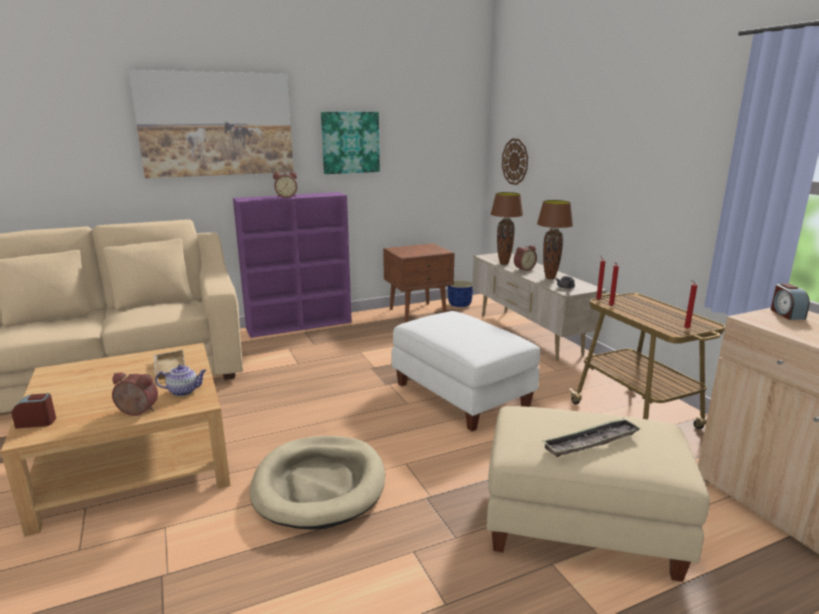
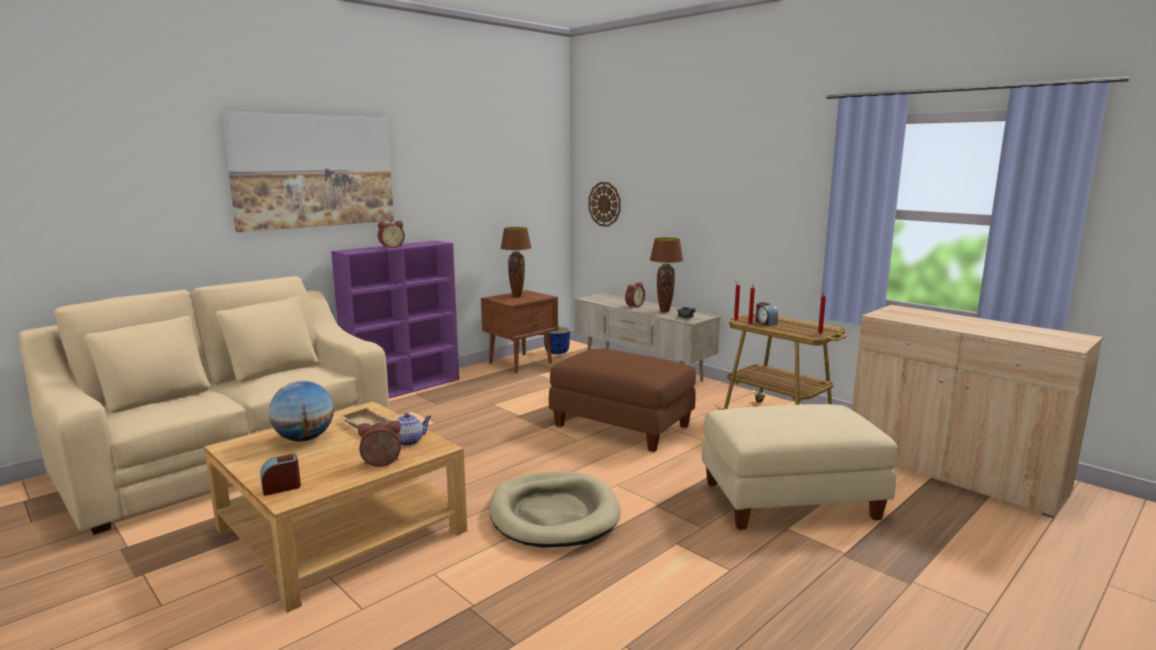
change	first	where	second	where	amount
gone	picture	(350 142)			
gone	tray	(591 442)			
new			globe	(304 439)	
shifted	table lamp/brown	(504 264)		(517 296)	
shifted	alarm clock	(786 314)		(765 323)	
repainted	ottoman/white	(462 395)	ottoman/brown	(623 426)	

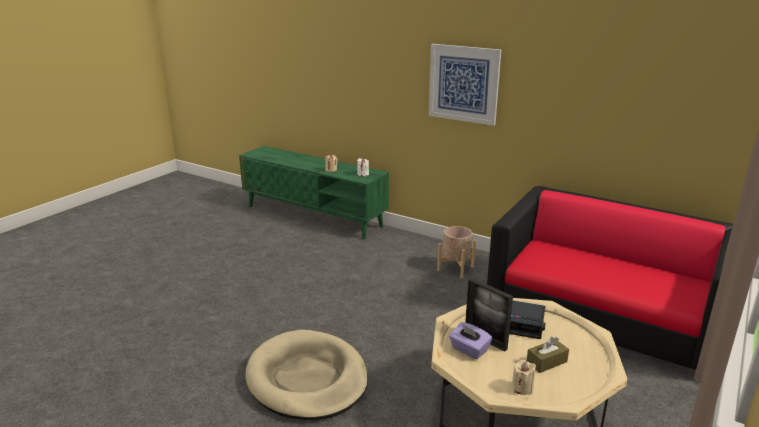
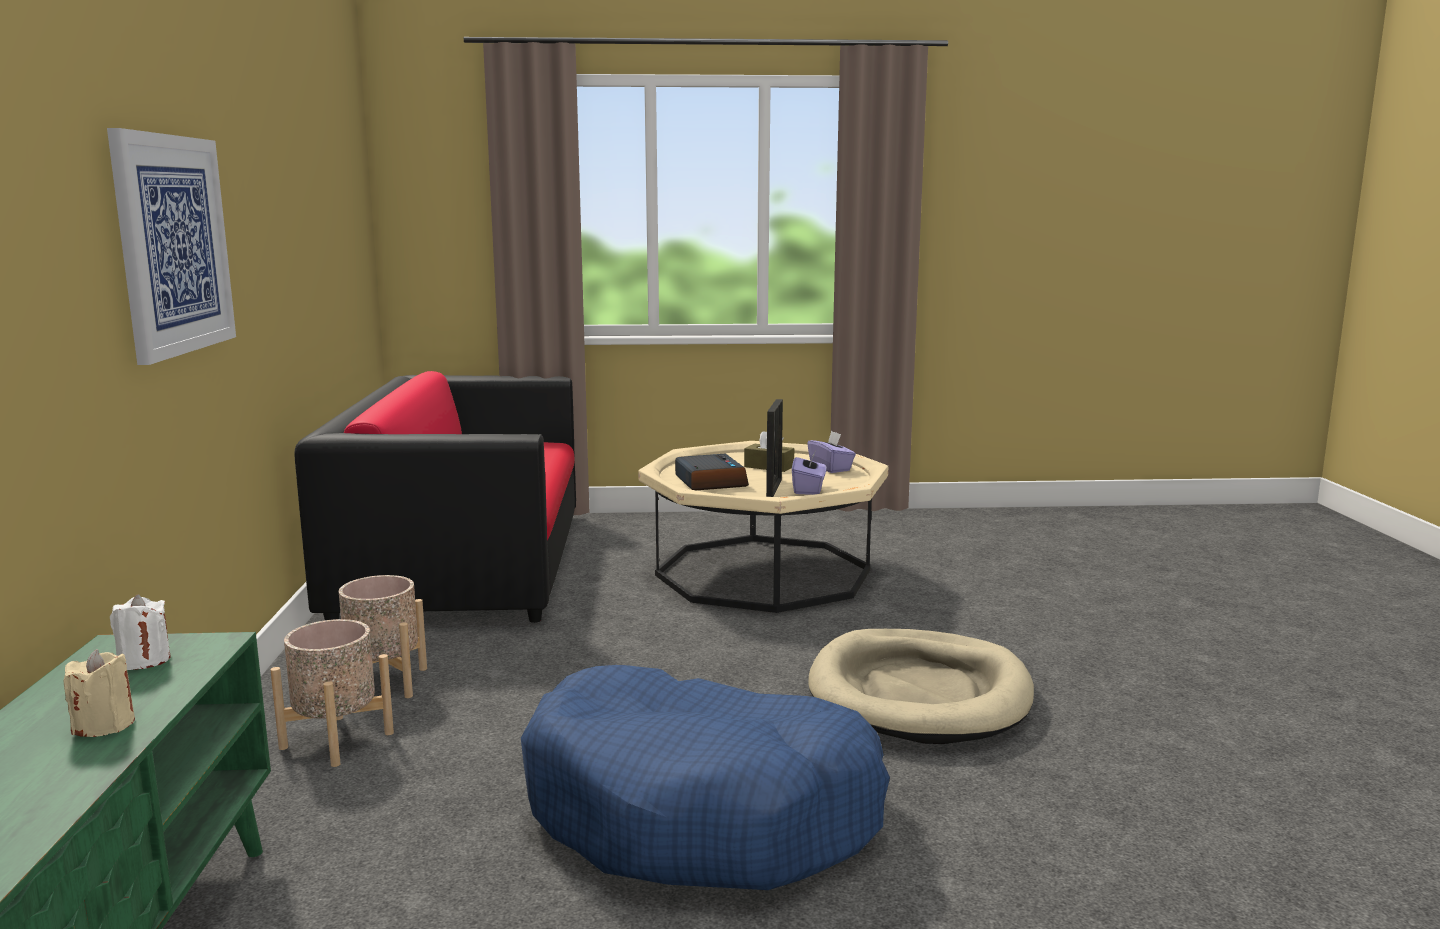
change	first	where	second	where	amount
new			planter/beige	(336 740)	
new			dog bed/blue	(702 812)	
swapped	candle/beige	(522 388)	tissue box/purple	(831 468)	

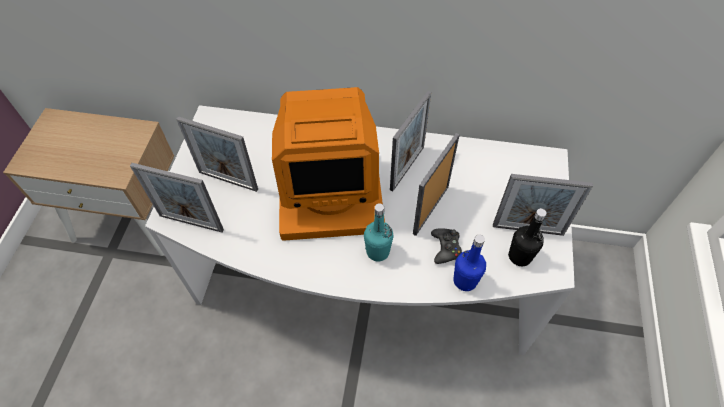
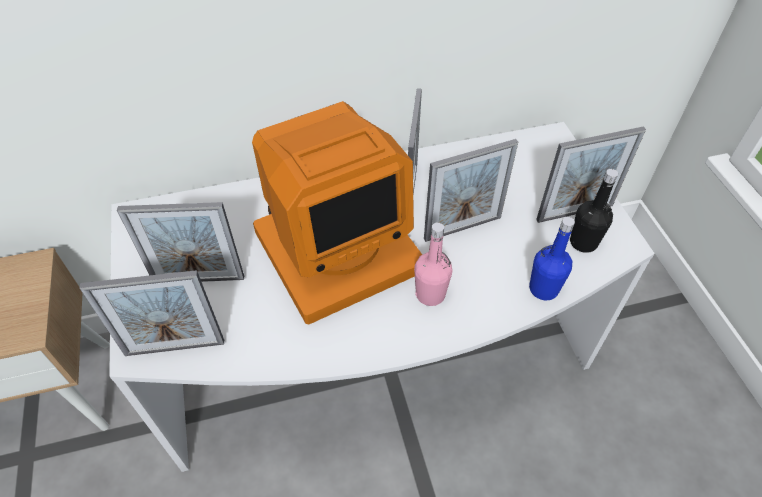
change	first	where	second	where	amount
gone	game controller/black	(446 248)			
repainted	bottle/turquoise	(378 251)	bottle/pink	(430 294)	
rotated	picture frame	(430 210)		(462 228)	120 degrees counterclockwise

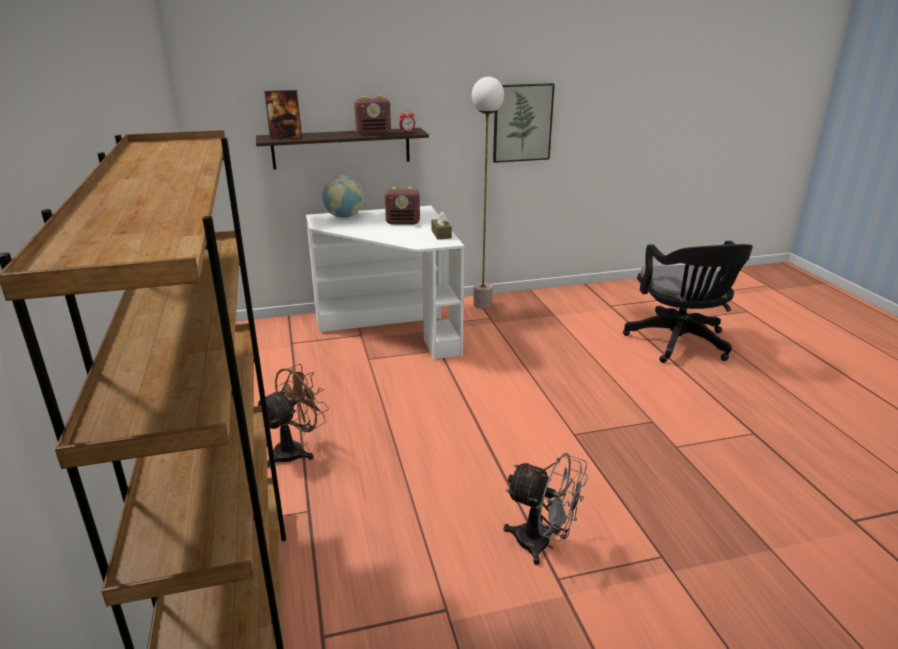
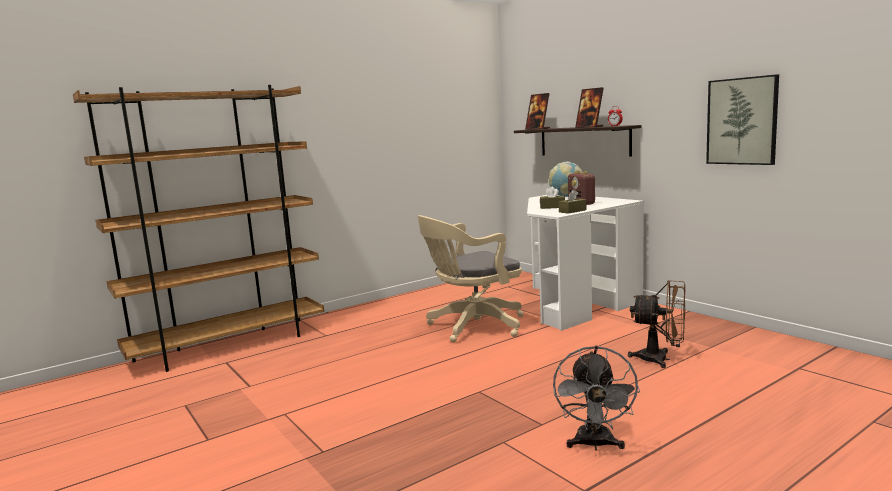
change	first	where	second	where	amount
gone	floor lamp	(482 304)			
gone	office chair/black	(680 344)			
new			office chair/beige	(472 327)	
new			tissue box/brown	(552 207)	
shifted	fan/brown	(295 450)		(661 359)	
shifted	fan/grey	(542 544)		(595 444)	
swapped	radio	(374 133)	picture frame	(589 127)	

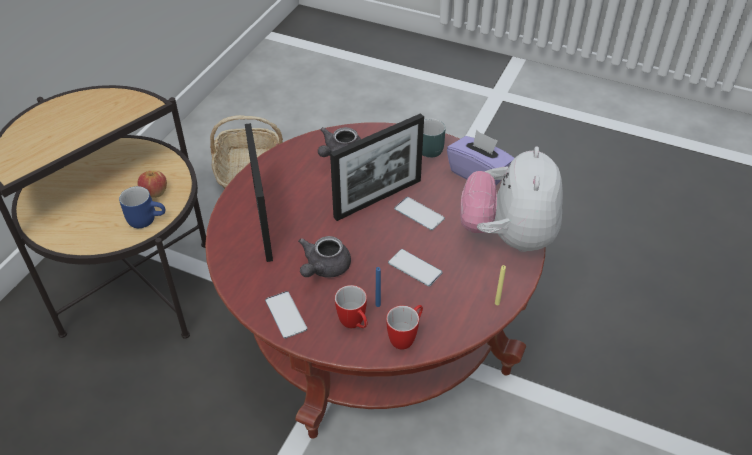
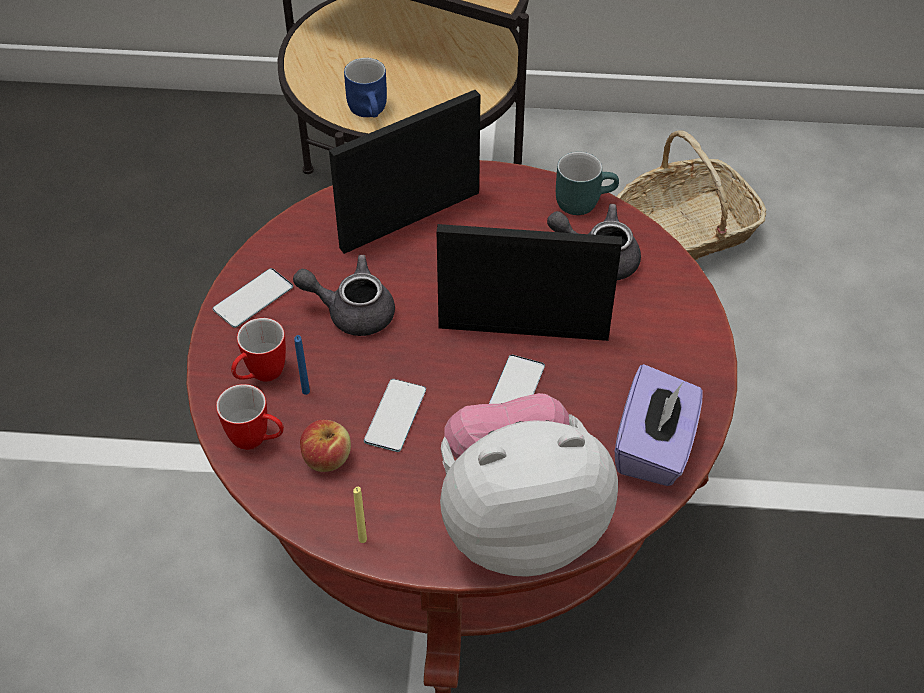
change	first	where	second	where	amount
shifted	apple	(154 192)		(327 458)	
shifted	mug/turquoise	(429 147)		(583 199)	
rotated	picture frame	(378 199)		(523 330)	150 degrees clockwise

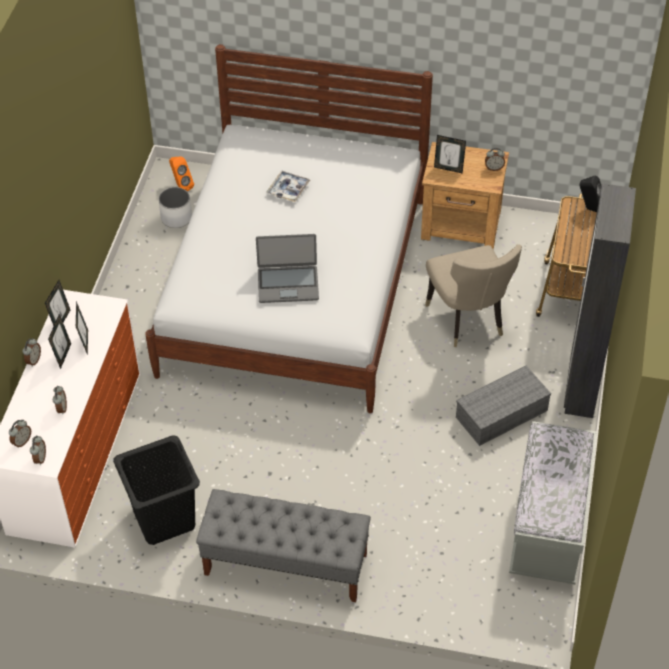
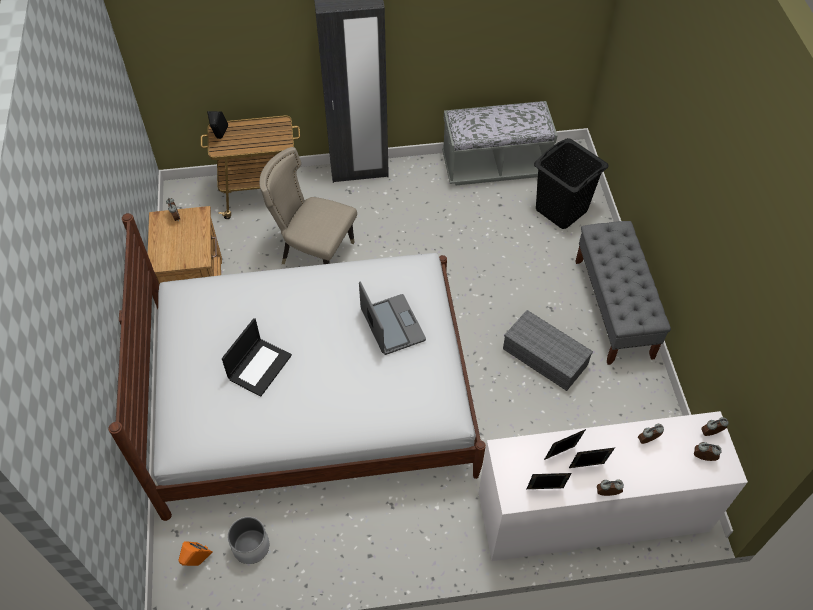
change	first	where	second	where	amount
gone	picture frame	(448 168)			
shifted	laundry basket/black	(163 518)		(561 210)	
shifted	storage box/grey	(501 415)		(546 357)	
swapped	tray	(288 189)	laptop	(259 366)	
rotated	chair/beige	(468 321)		(314 255)	120 degrees counterclockwise

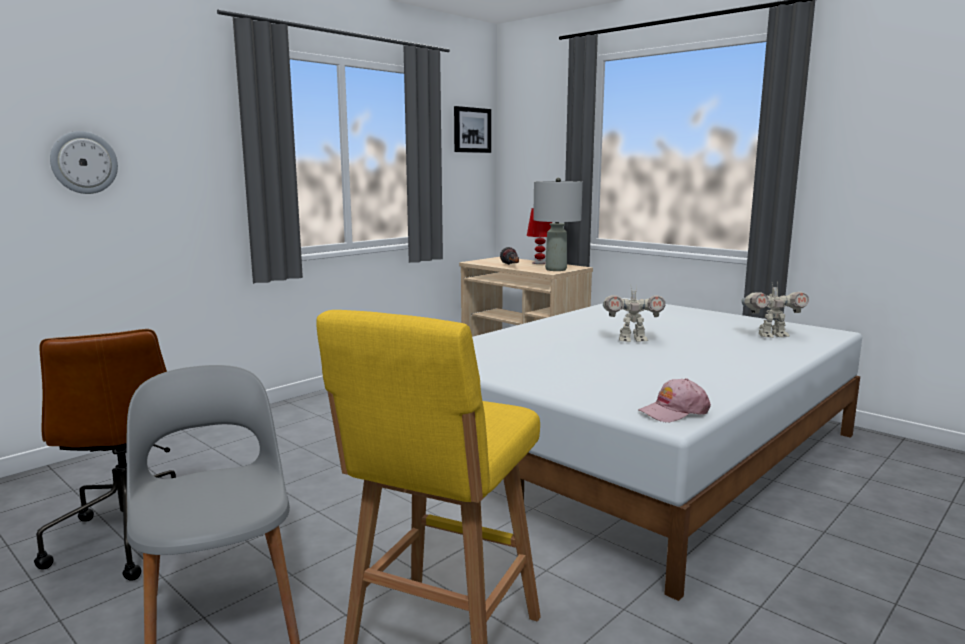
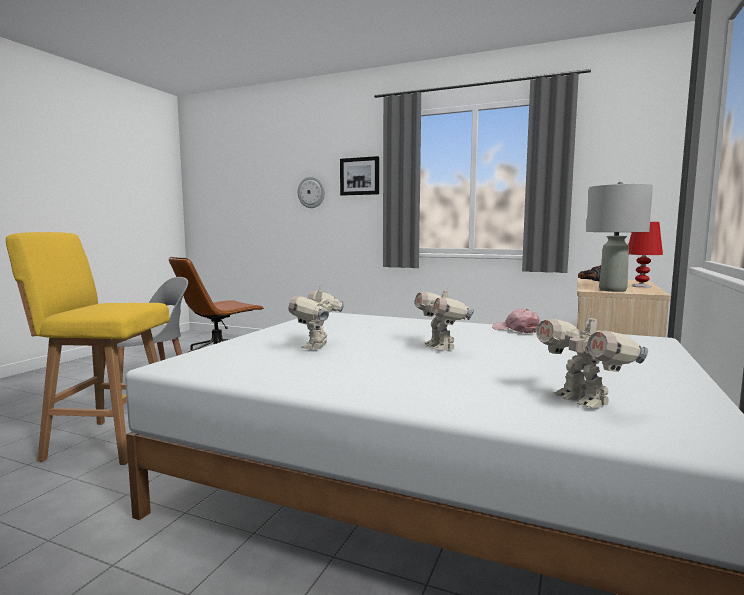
change	first	where	second	where	amount
new			toy robot	(317 347)	
shifted	picture	(471 130)		(360 176)	
shifted	cap/pink	(674 411)		(517 330)	

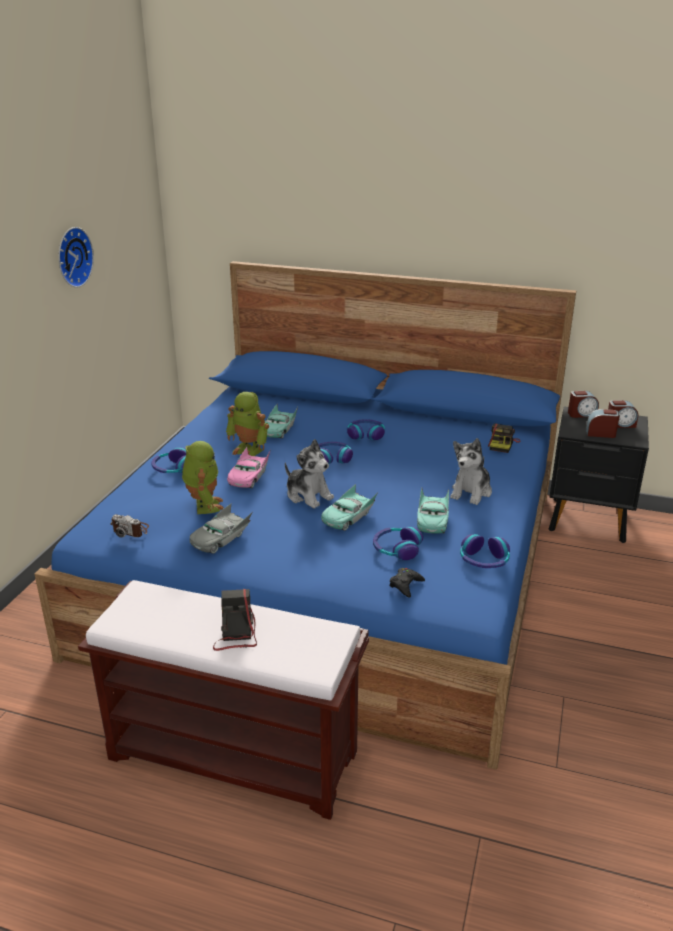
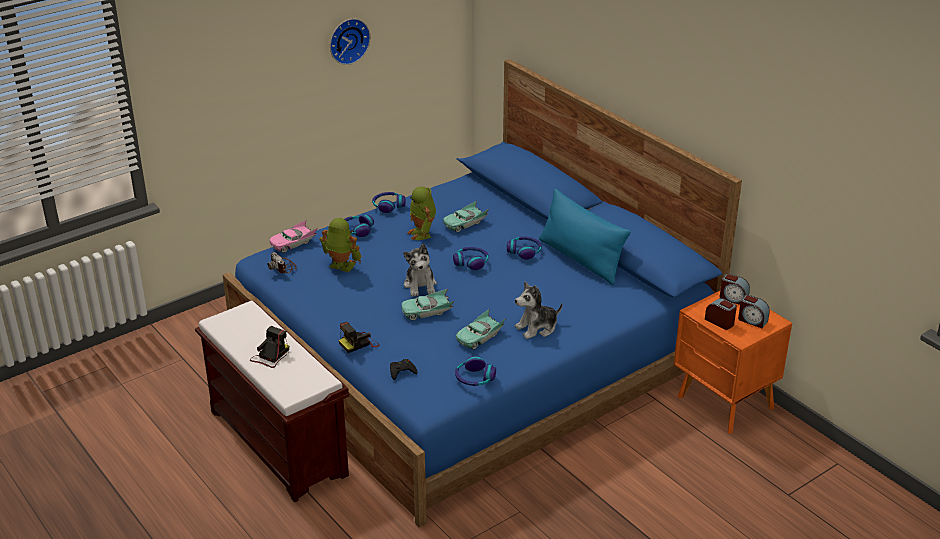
change	first	where	second	where	amount
gone	toy car/grey	(221 538)			
new			pillow/blue	(580 259)	
shifted	toy car/pink	(249 476)		(293 243)	
shifted	headphones	(396 549)		(388 206)	
shifted	photo camera	(502 444)		(359 343)	
repainted	nightstand/black	(589 521)	nightstand/orange	(725 403)	
rotated	toy robot	(204 506)		(341 266)	90 degrees counterclockwise

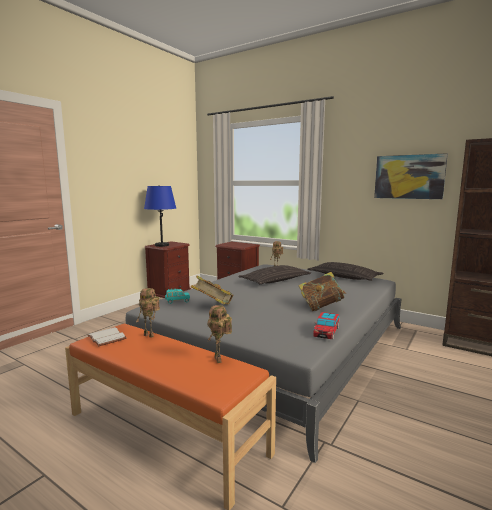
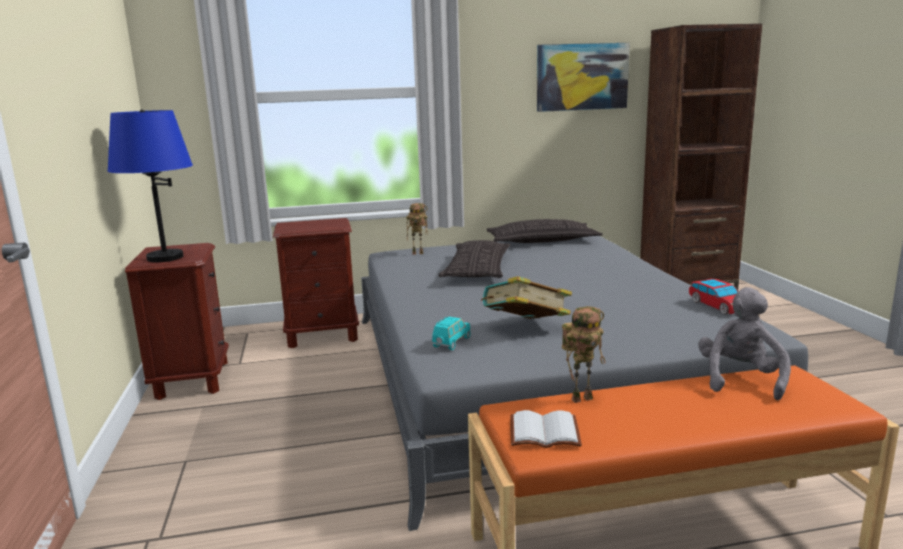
change	first	where	second	where	amount
gone	book	(321 307)			
swapped	toy robot	(219 360)	plush toy/grey	(740 379)	

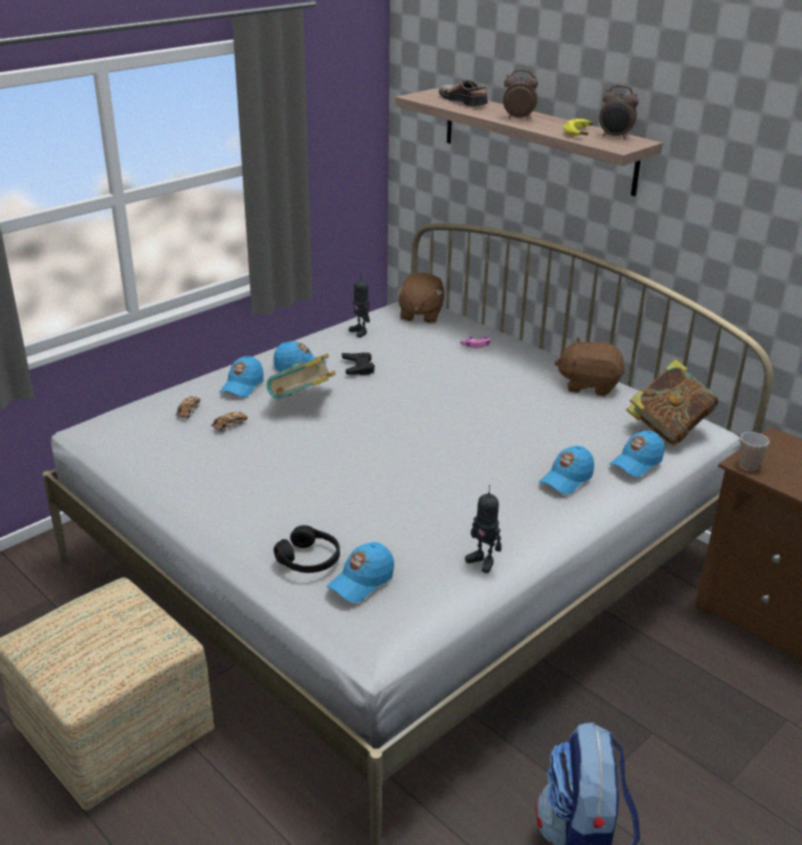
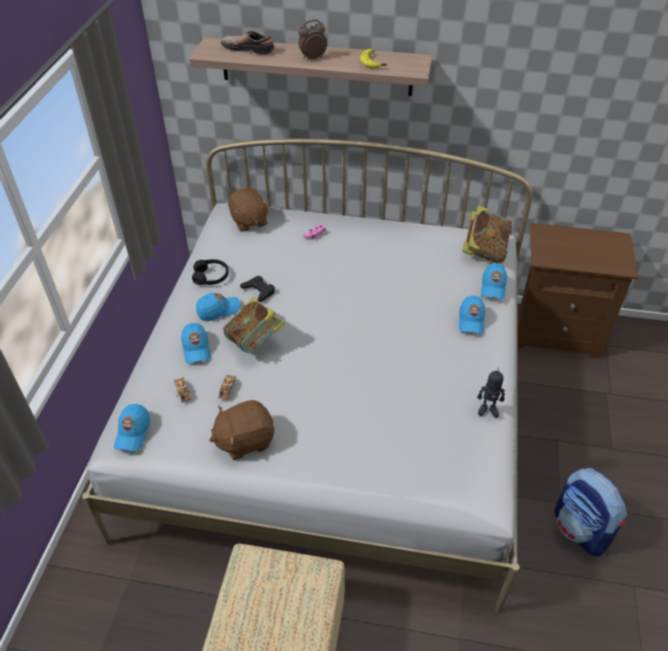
change	first	where	second	where	amount
gone	toy robot	(360 332)			
gone	alarm clock	(615 137)			
gone	cup	(748 465)			
shifted	headphones/black	(309 559)		(211 276)	
shifted	cap/blue	(361 581)		(133 432)	
shifted	plush toy/brown	(589 385)		(244 440)	

